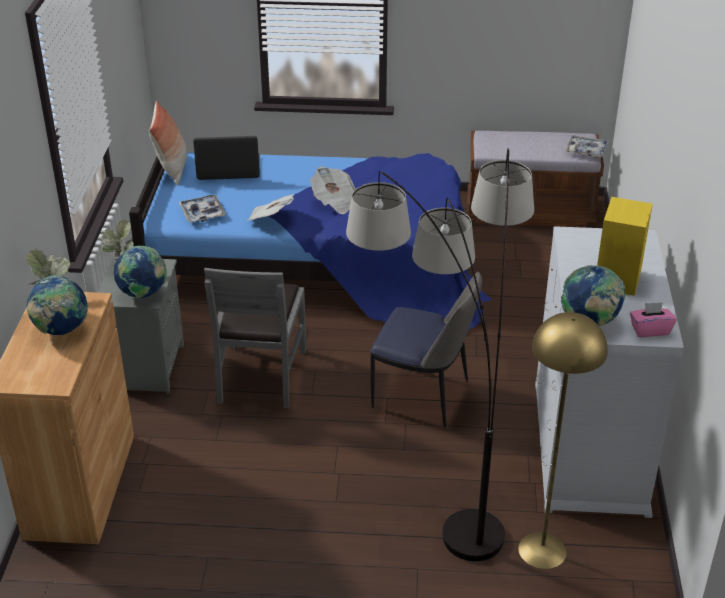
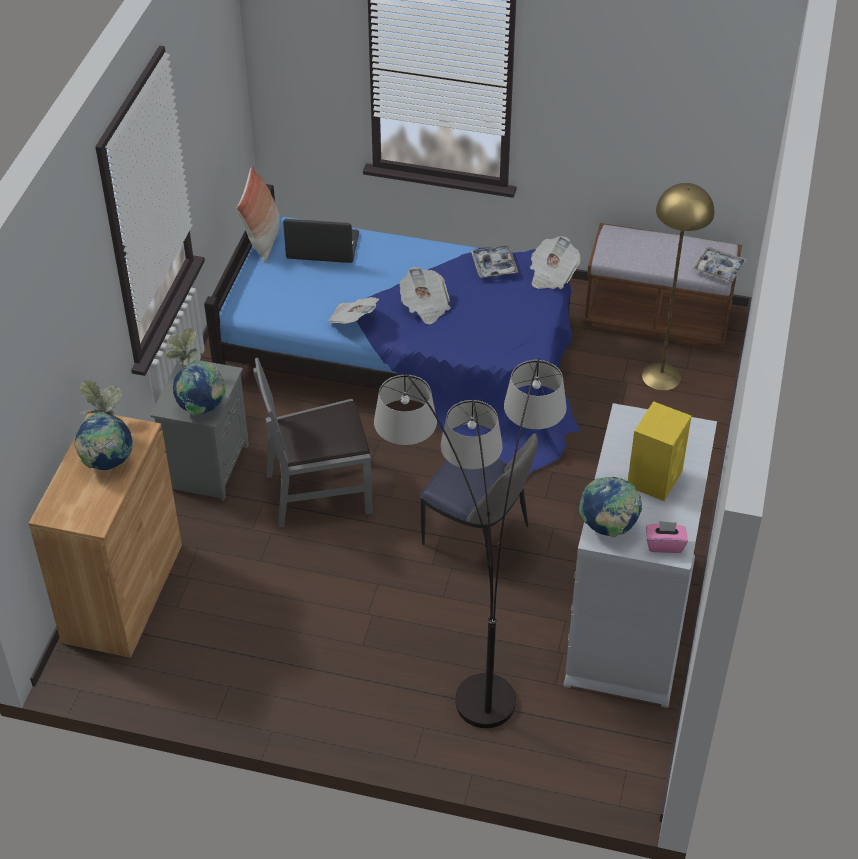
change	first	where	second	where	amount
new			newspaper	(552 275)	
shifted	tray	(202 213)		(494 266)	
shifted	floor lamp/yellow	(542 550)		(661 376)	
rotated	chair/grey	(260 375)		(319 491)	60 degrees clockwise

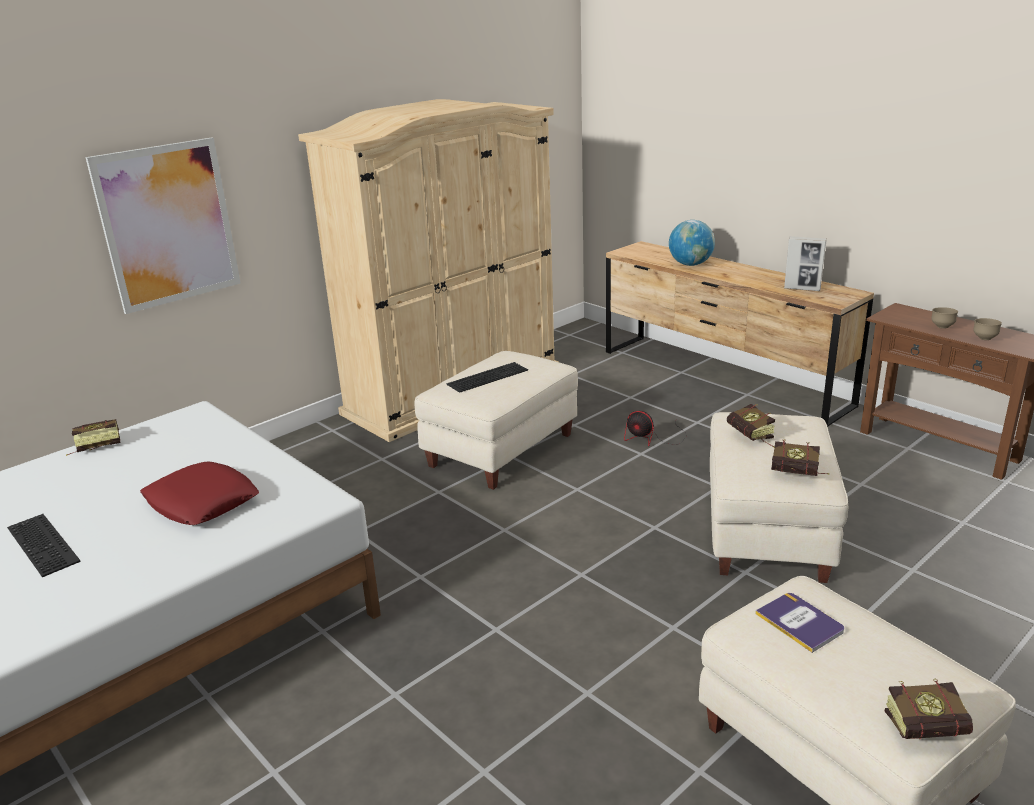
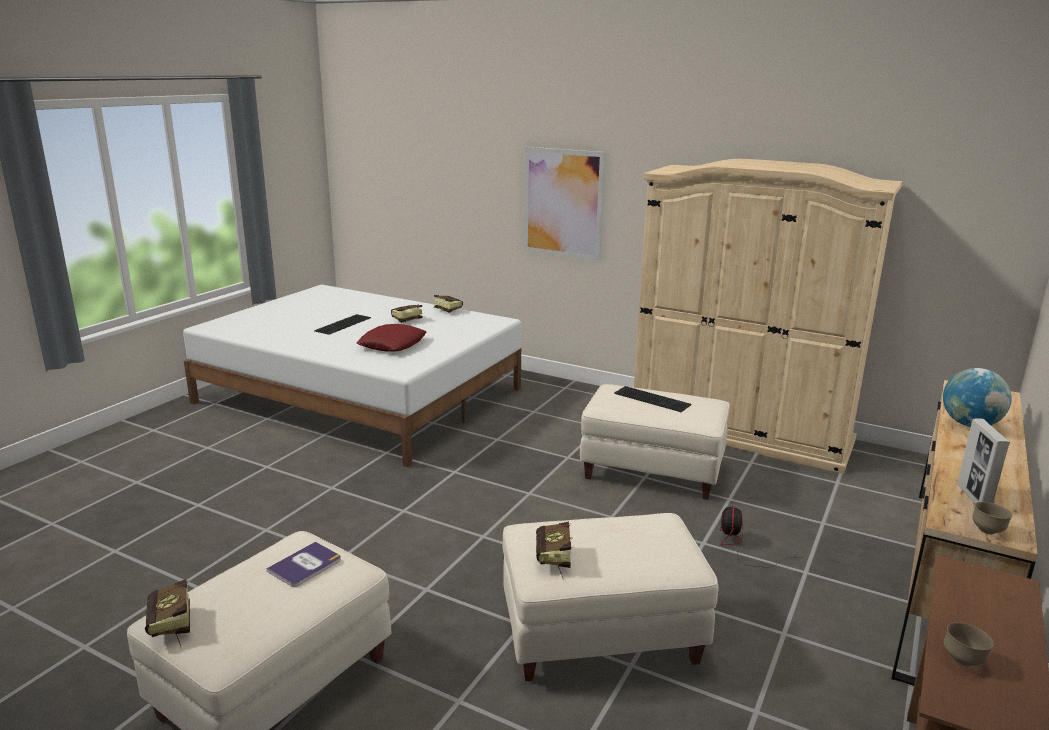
change	first	where	second	where	amount
shifted	book	(752 438)		(404 321)	
shifted	bowl/brown	(942 327)		(987 531)	

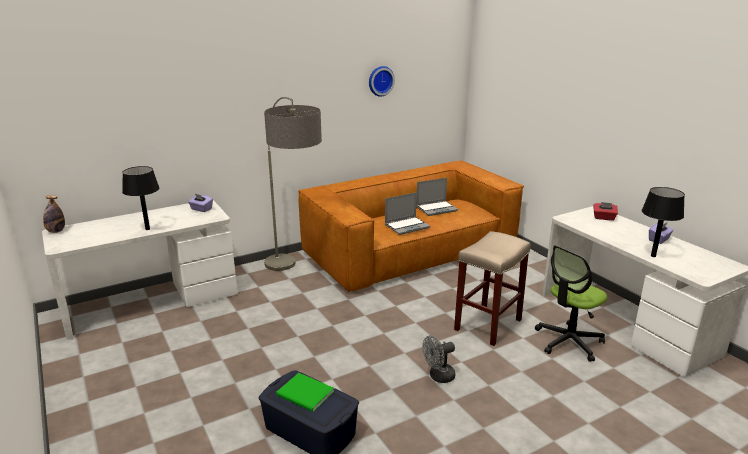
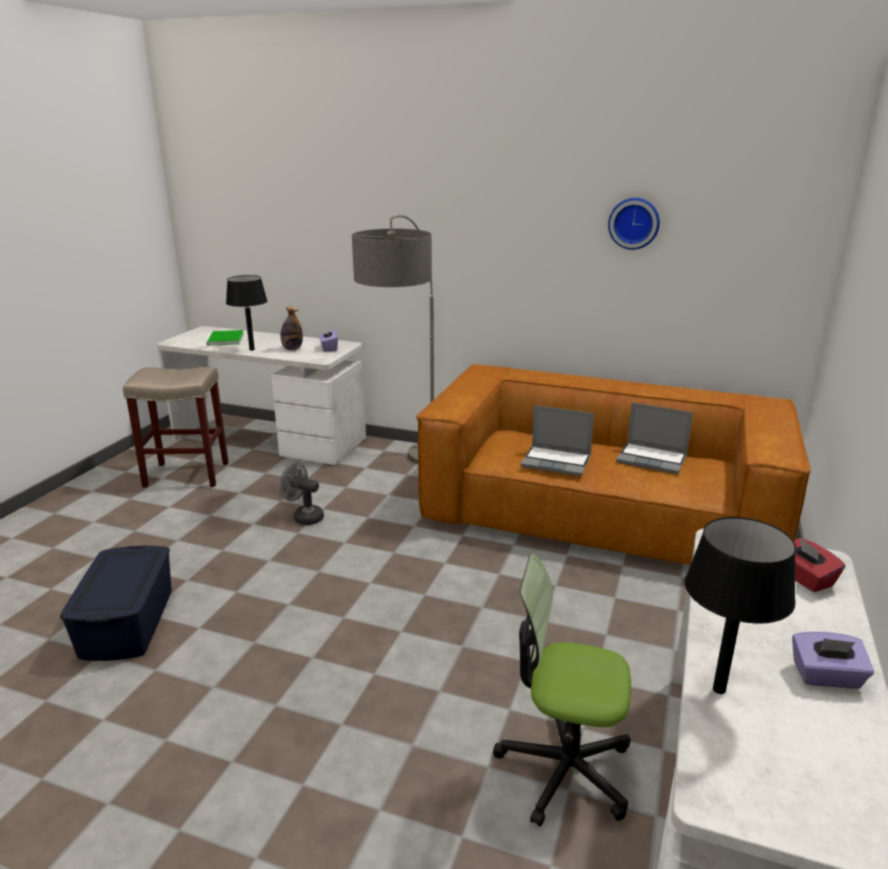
change	first	where	second	where	amount
shifted	bottle	(56 231)		(292 349)	
shifted	book/green	(305 394)		(224 340)	
shifted	fan/grey	(438 377)		(304 517)	
shifted	stool/beige	(488 325)		(185 475)	

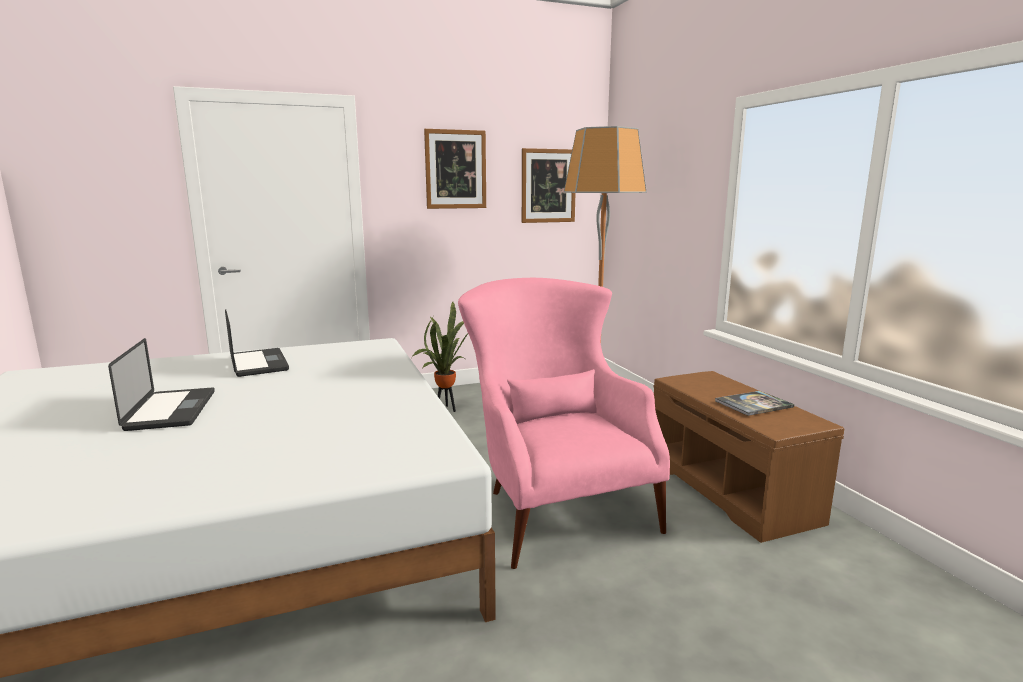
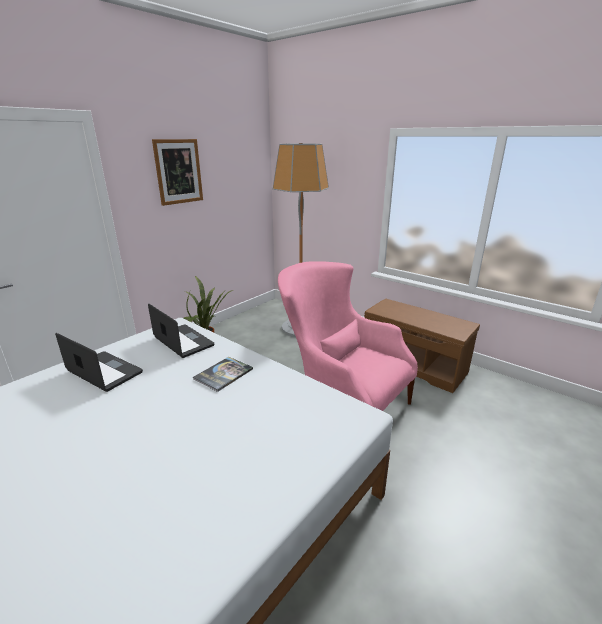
change	first	where	second	where	amount
gone	picture	(548 186)			
shifted	laptop	(171 410)		(183 342)	
shifted	book	(753 404)		(223 374)	

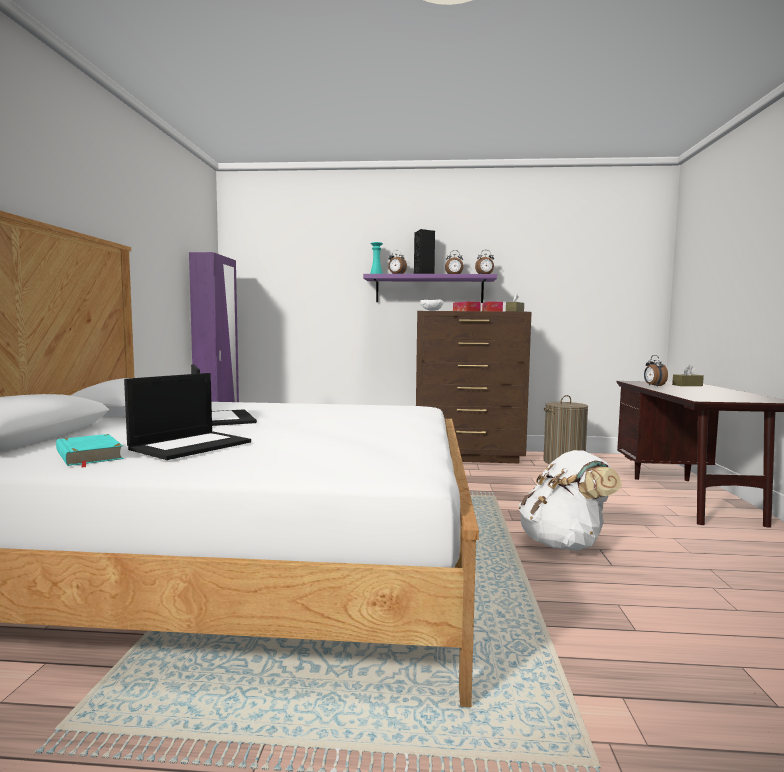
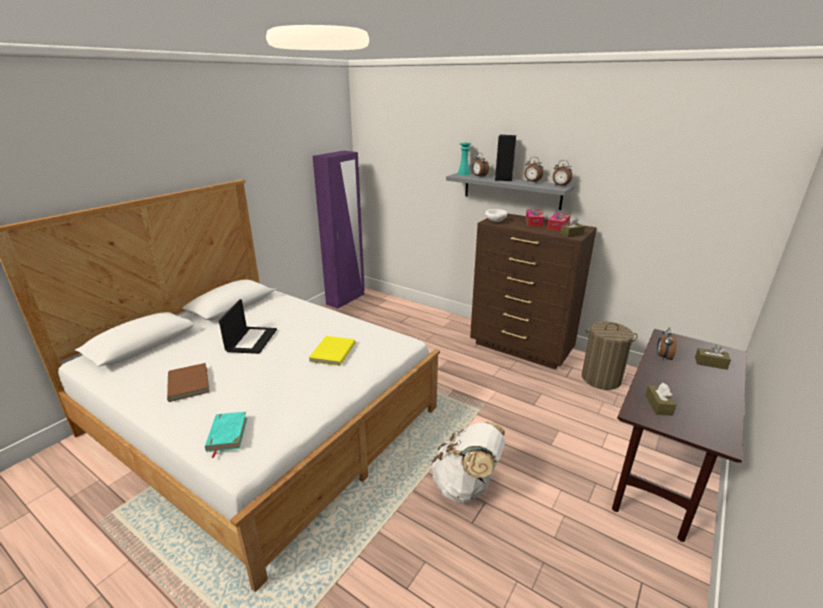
change	first	where	second	where	amount
new			book/yellow	(332 352)	
new			tissue box/brown	(658 405)	
shifted	book/turquoise	(88 455)		(227 434)	
swapped	laptop	(191 445)	book/brown	(189 383)	
repainted	shelf/purple	(429 289)	shelf/grey	(511 190)	

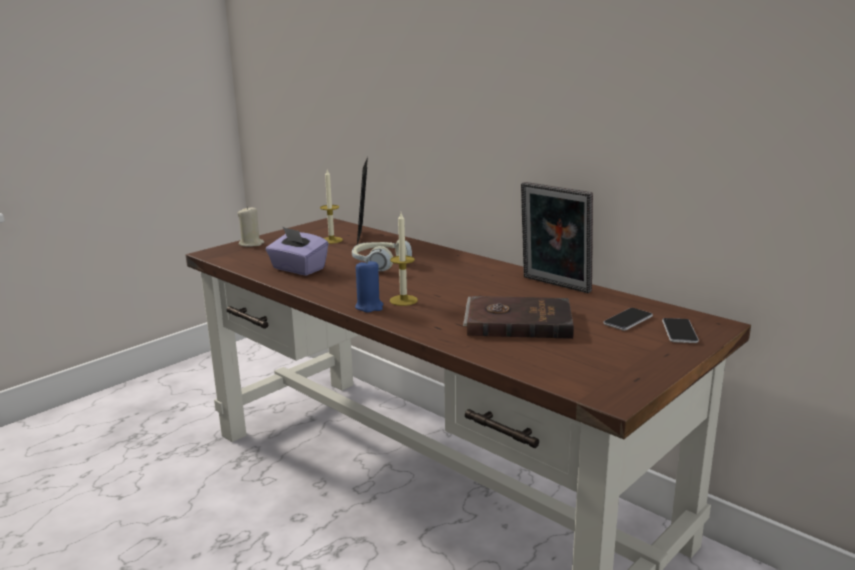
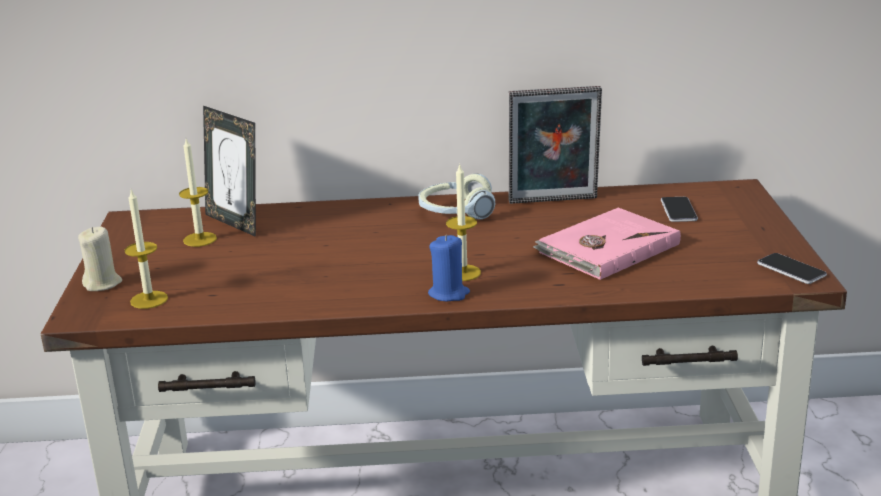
change	first	where	second	where	amount
gone	tissue box/purple	(298 269)			
new			candle	(149 300)	
shifted	headphones	(380 264)		(456 212)	
shifted	phone	(679 331)		(791 270)	
repainted	book/brown	(518 321)	book/pink	(606 248)	

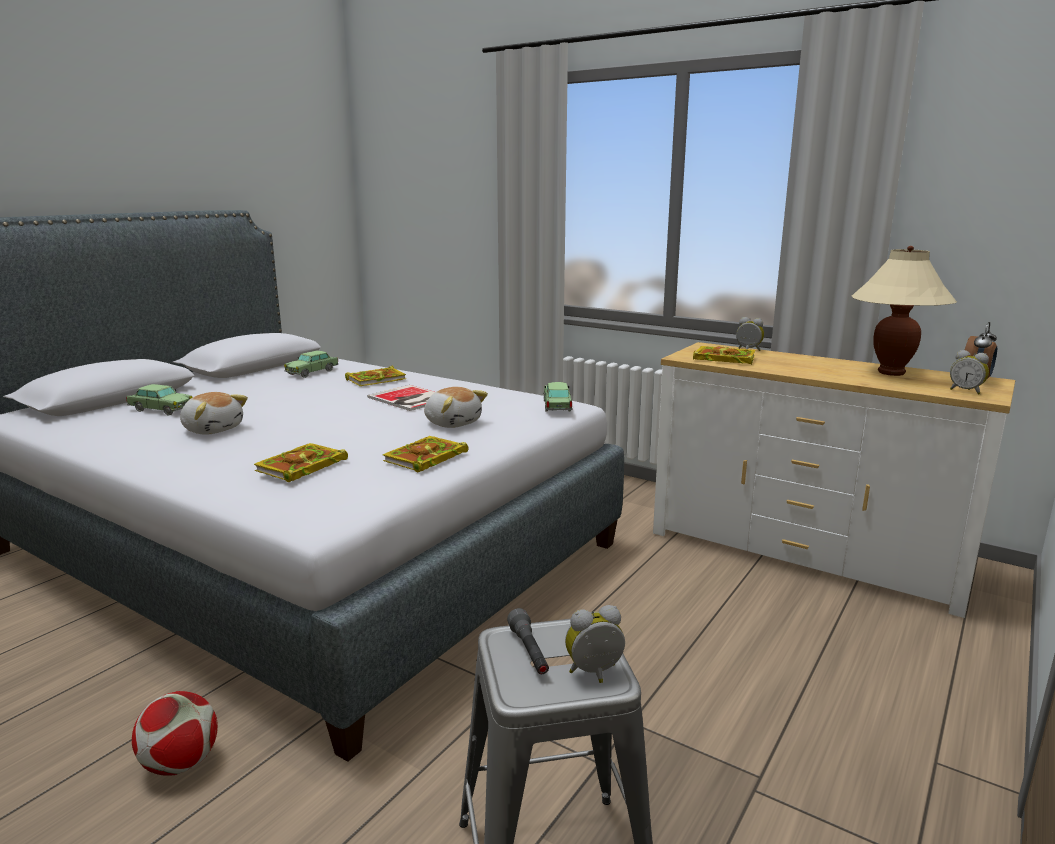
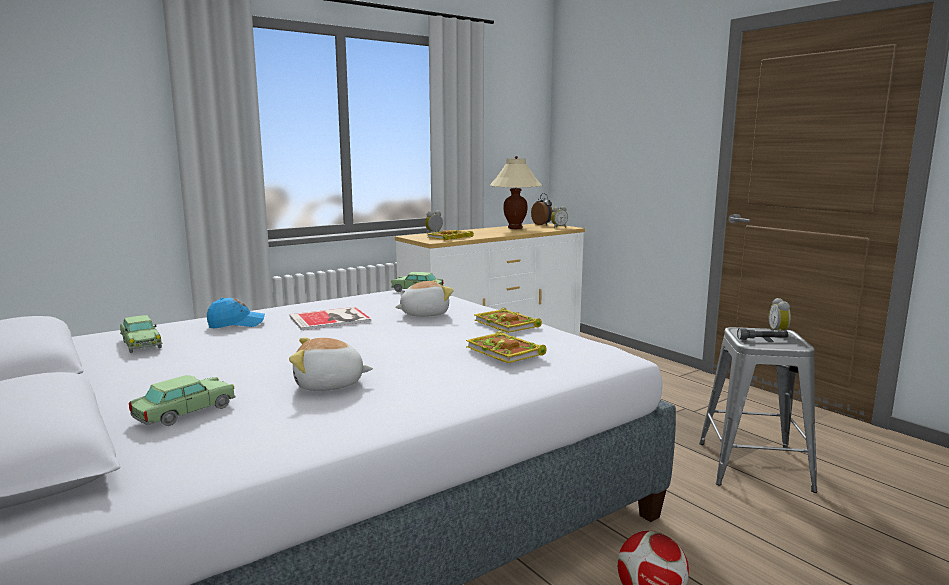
change	first	where	second	where	amount
swapped	book	(377 379)	cap/blue	(236 324)	
rotated	plush toy	(213 429)		(329 385)	150 degrees counterclockwise

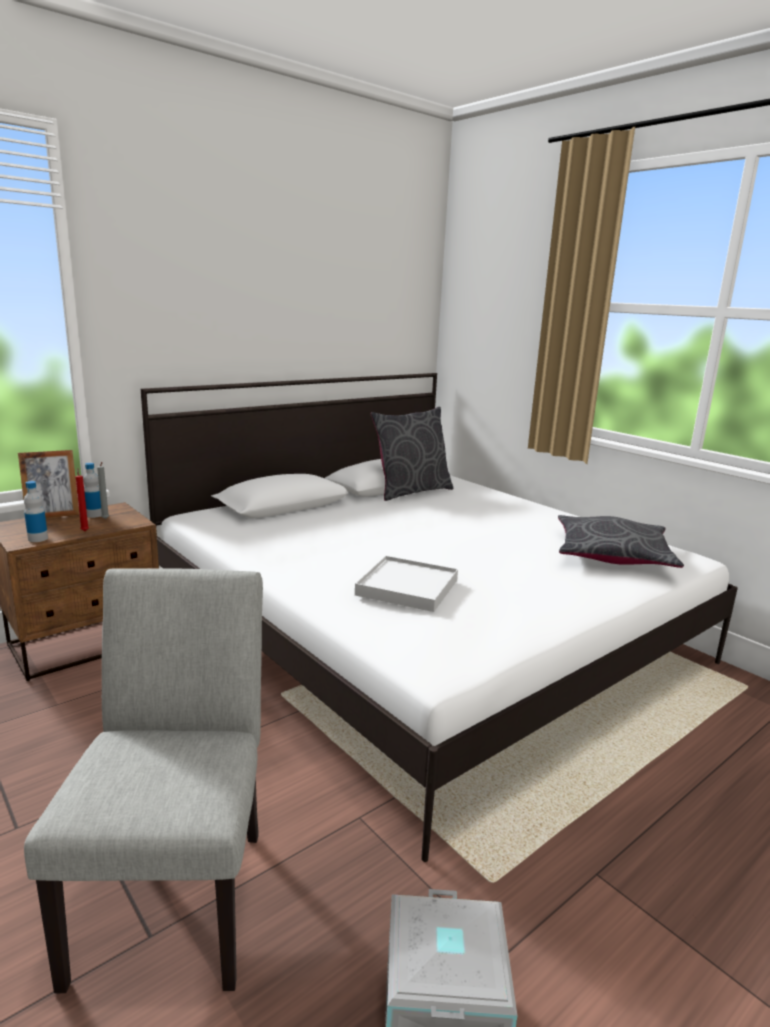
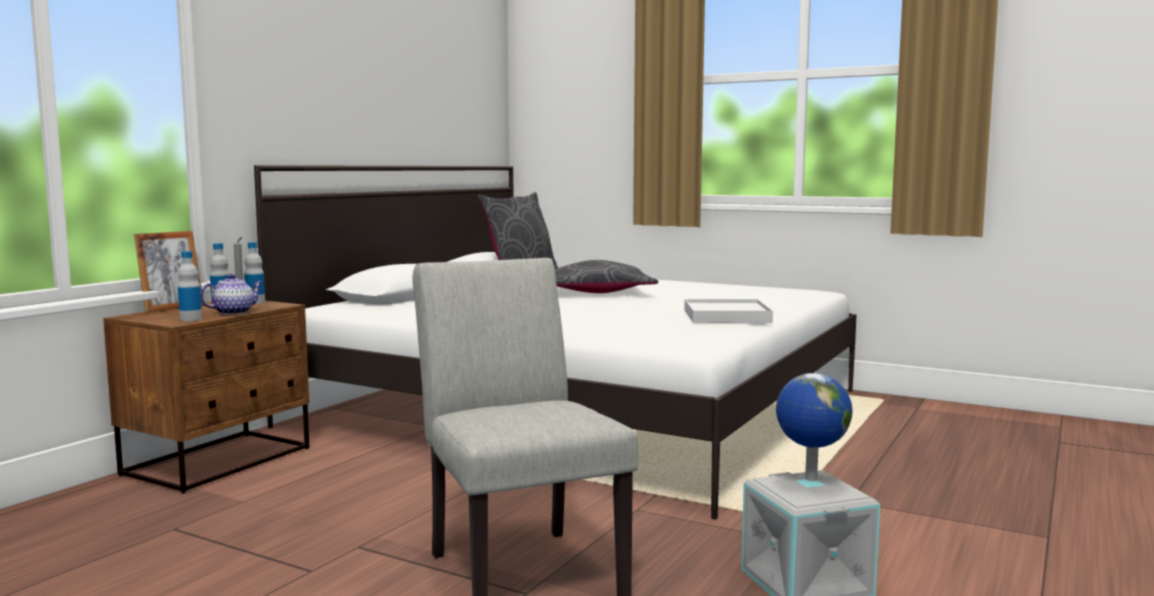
change	first	where	second	where	amount
new			bottle	(255 303)	
new			globe	(810 479)	
shifted	tray/white	(407 587)		(726 316)	
shifted	pillow/grey	(612 555)		(597 292)	
swapped	candle/red	(85 531)	teapot	(234 312)	

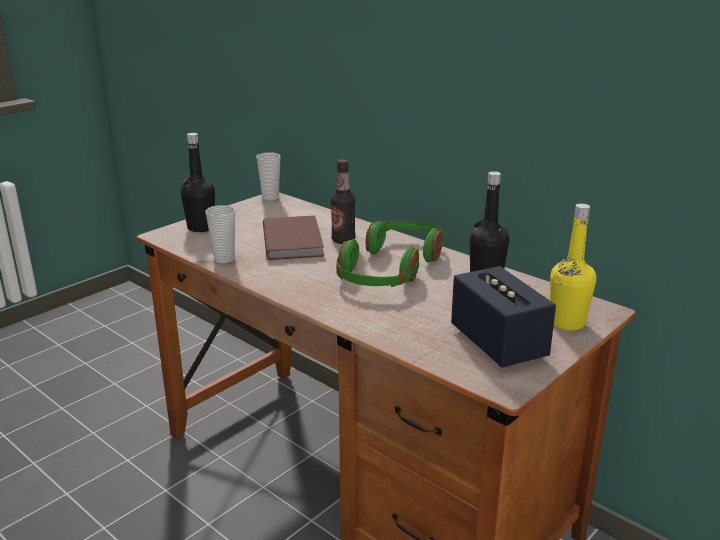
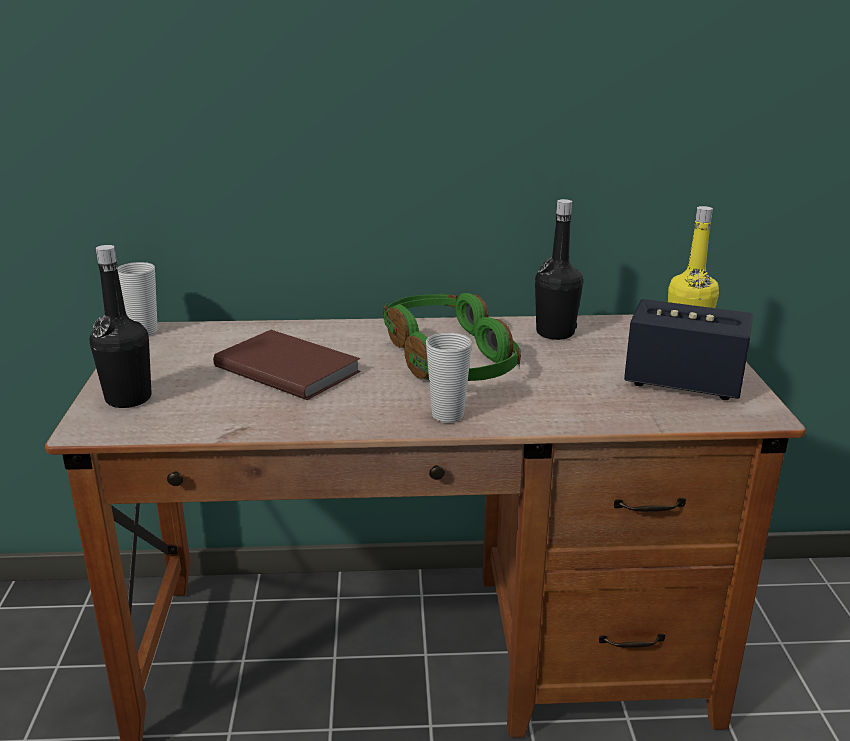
change	first	where	second	where	amount
gone	bottle	(343 240)			
shifted	cup	(224 259)		(447 415)	

